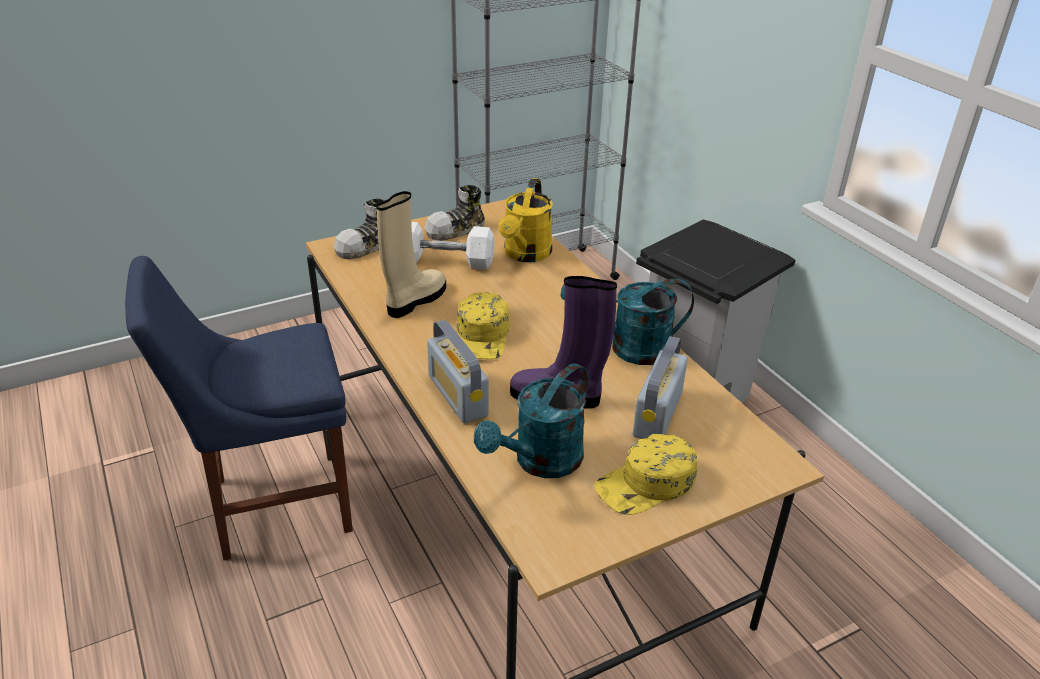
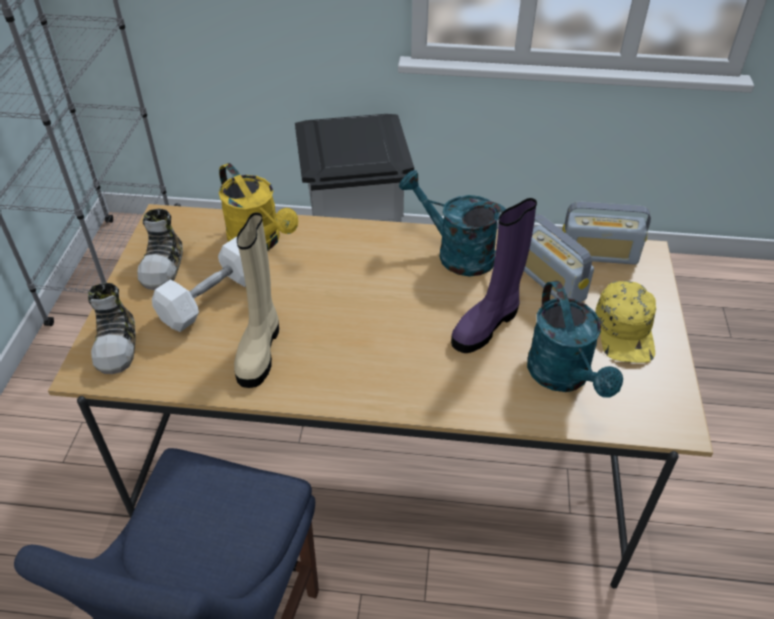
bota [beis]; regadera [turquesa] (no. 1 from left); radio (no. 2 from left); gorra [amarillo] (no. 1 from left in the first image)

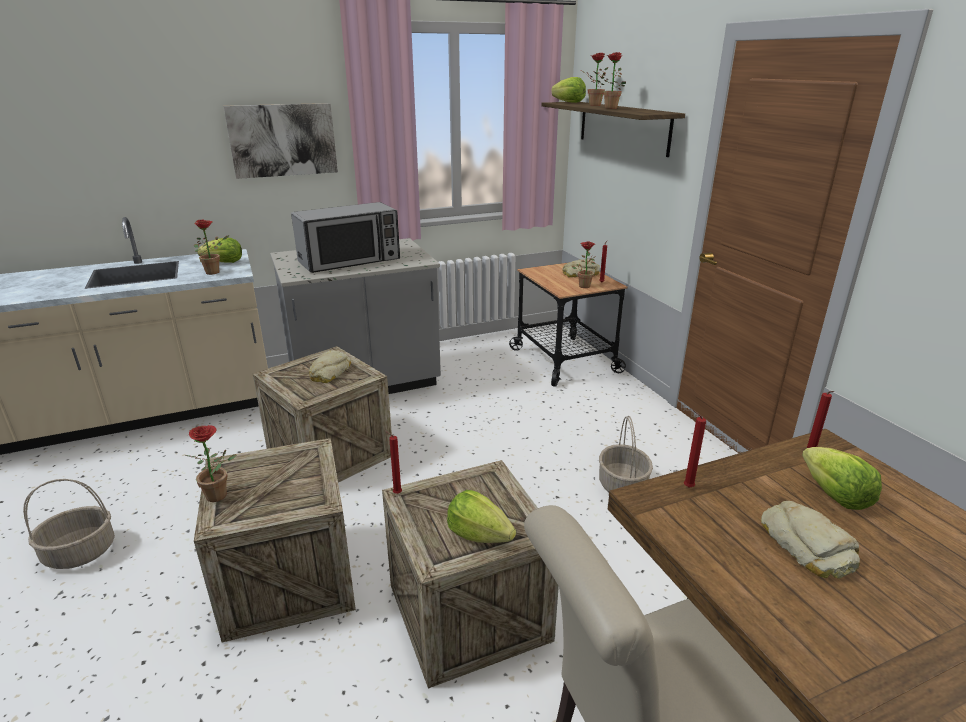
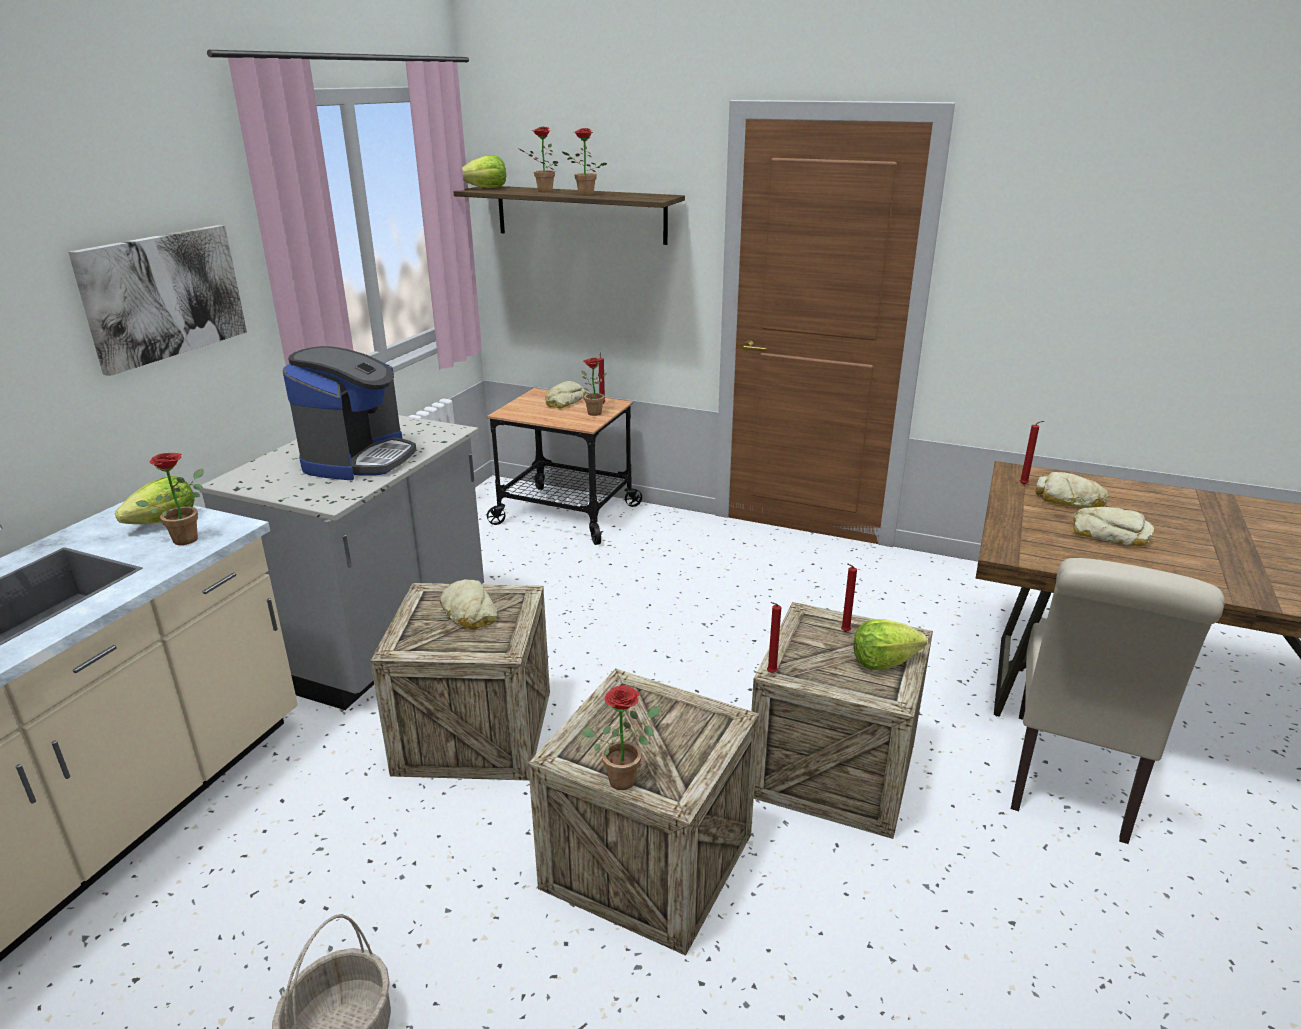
cafetera; vela [rojo] (no. 3 from left); pan (no. 3 from left); cesta (no. 2 from left in the first image)

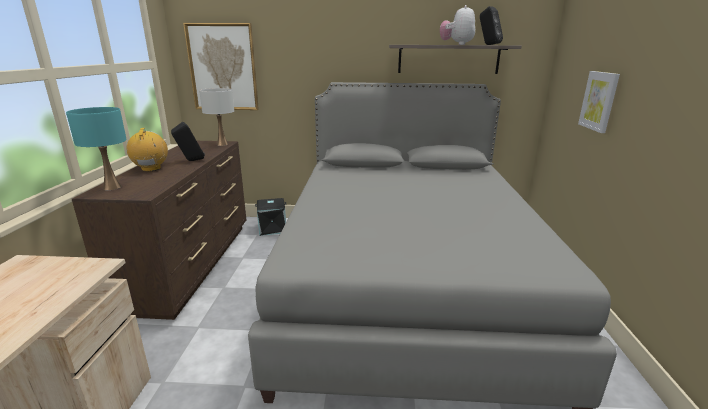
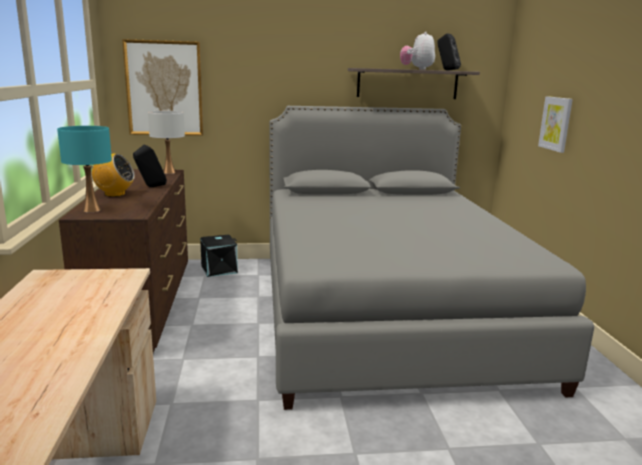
radio

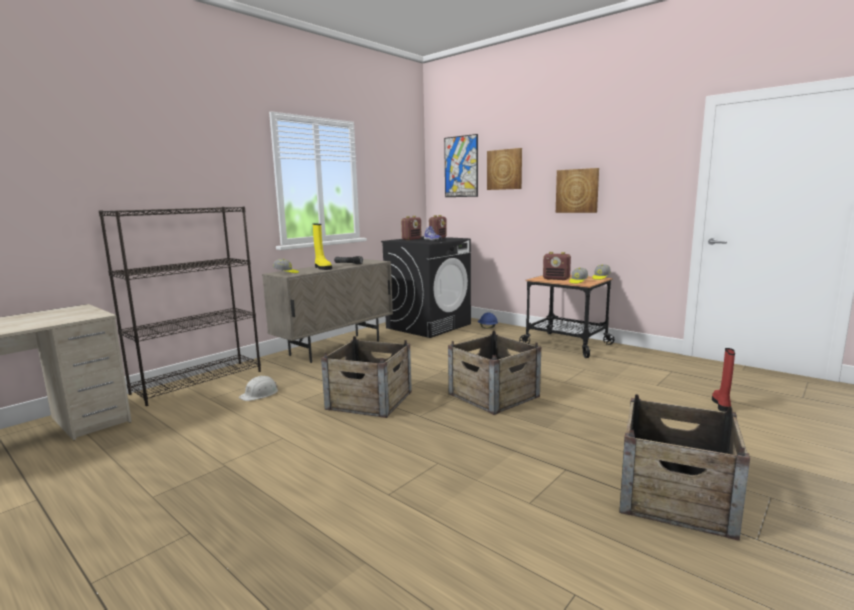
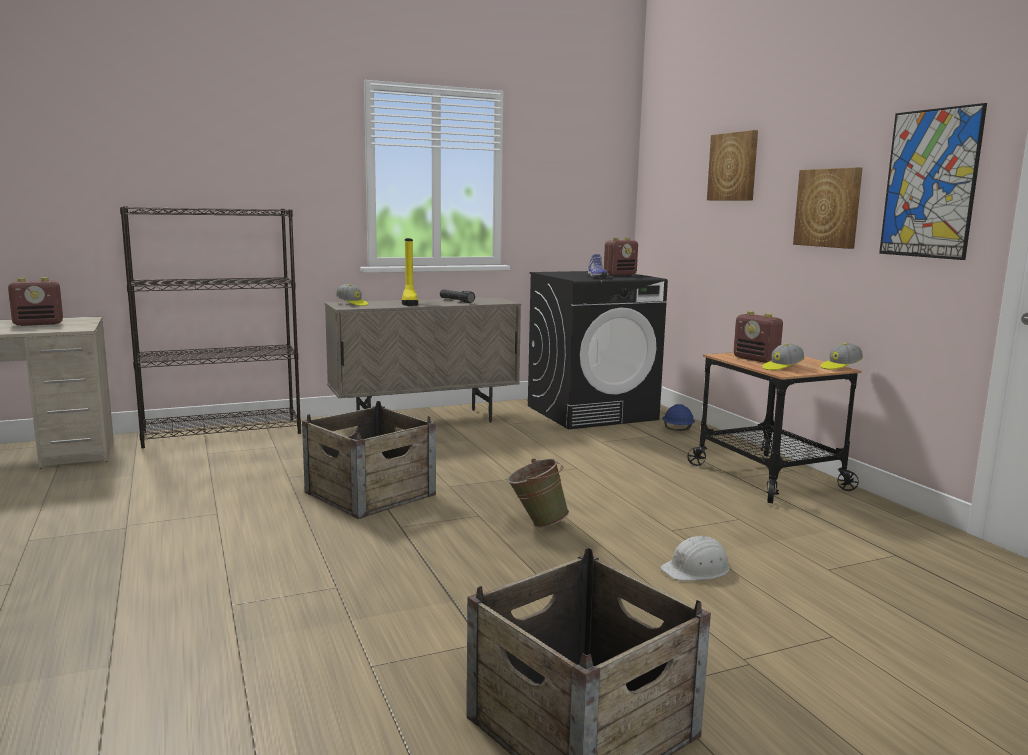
radio (no. 1 from left); cubo [verde]; casco [blanco]; cuadro (no. 3 from left); bota [rojo]

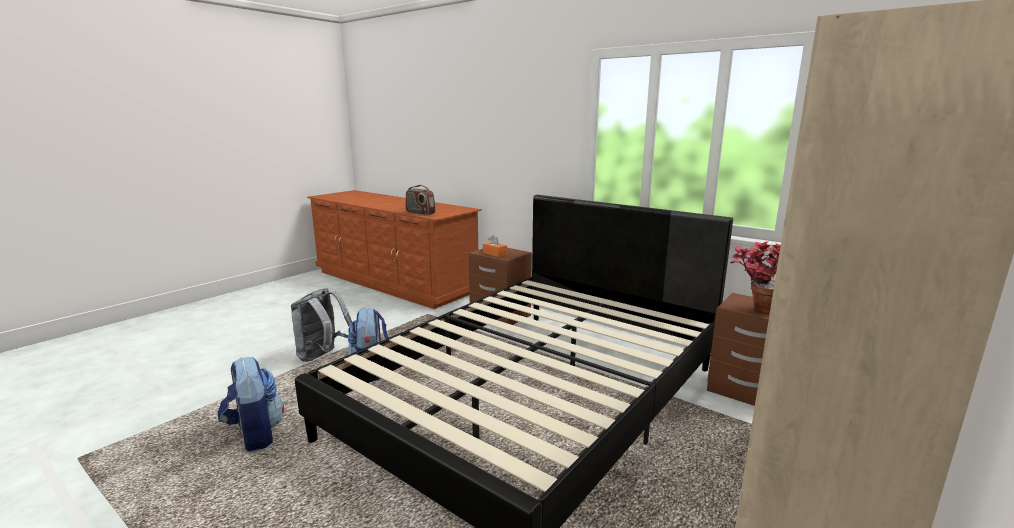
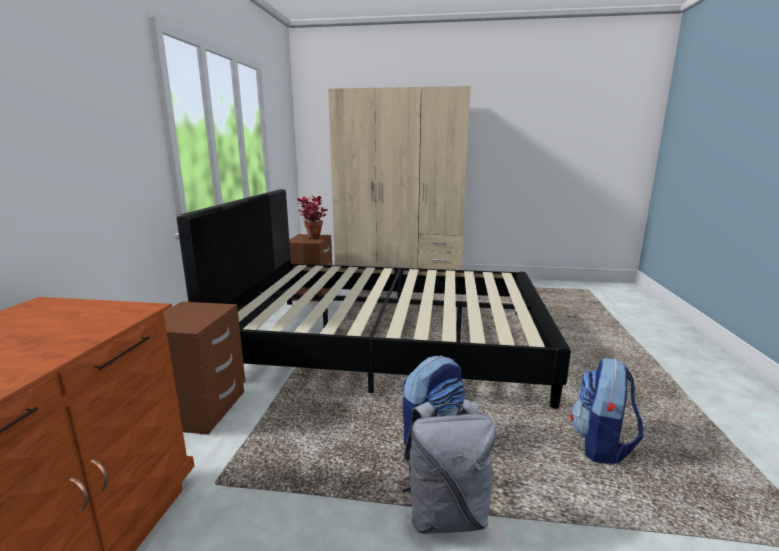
radio; caja de pañuelos [naranja]

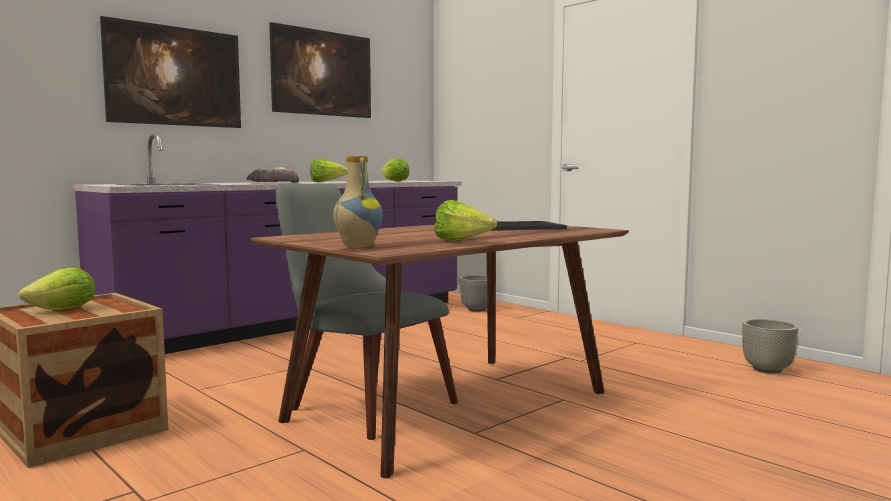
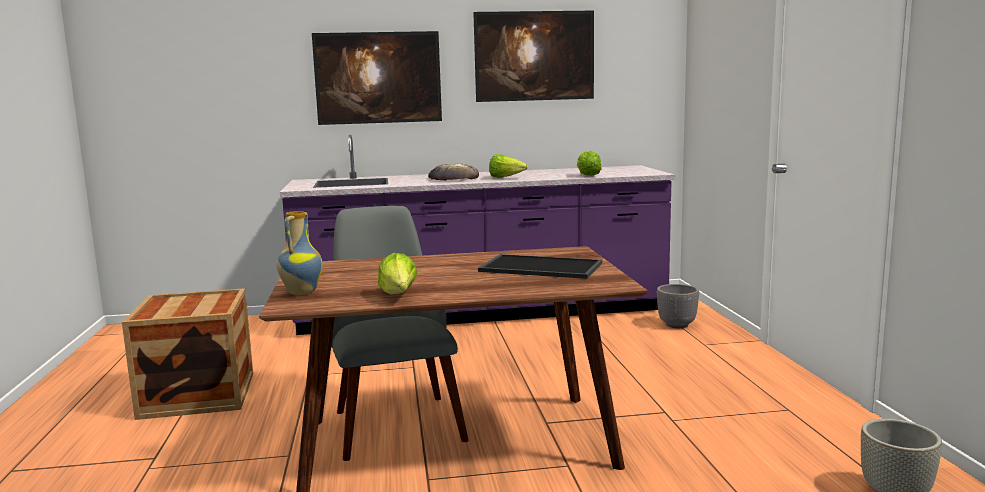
lechuga (no. 1 from left in the first image)

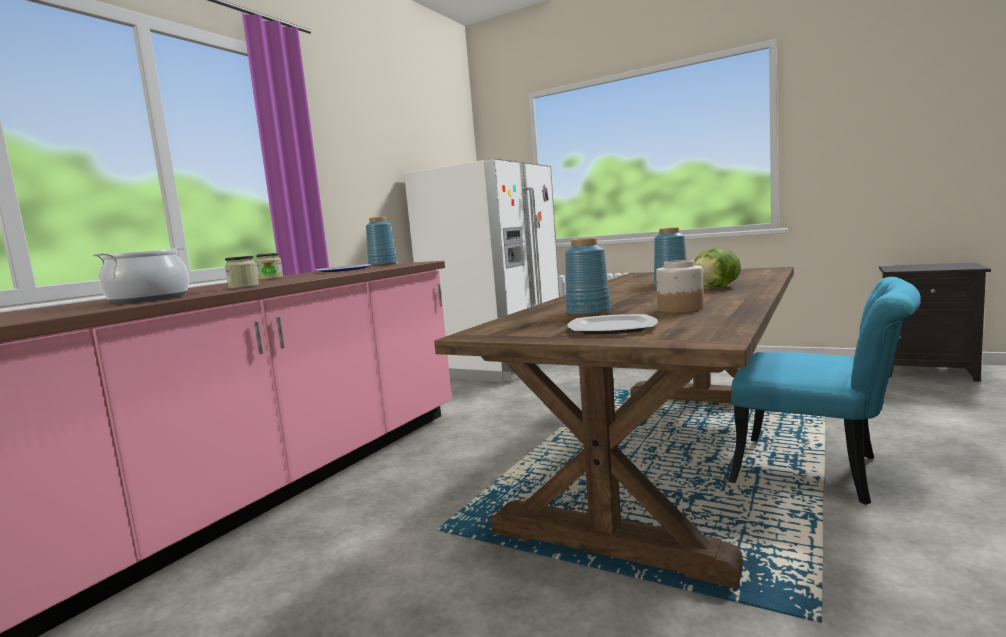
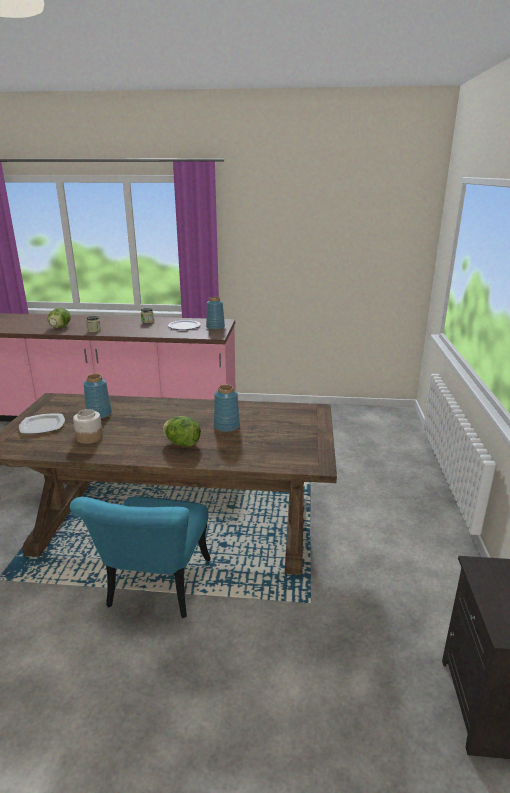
lechuga (no. 1 from left); nevera [blanco]

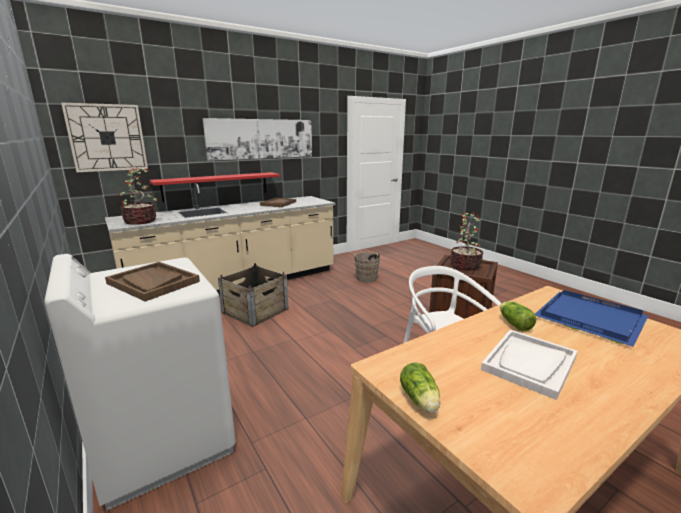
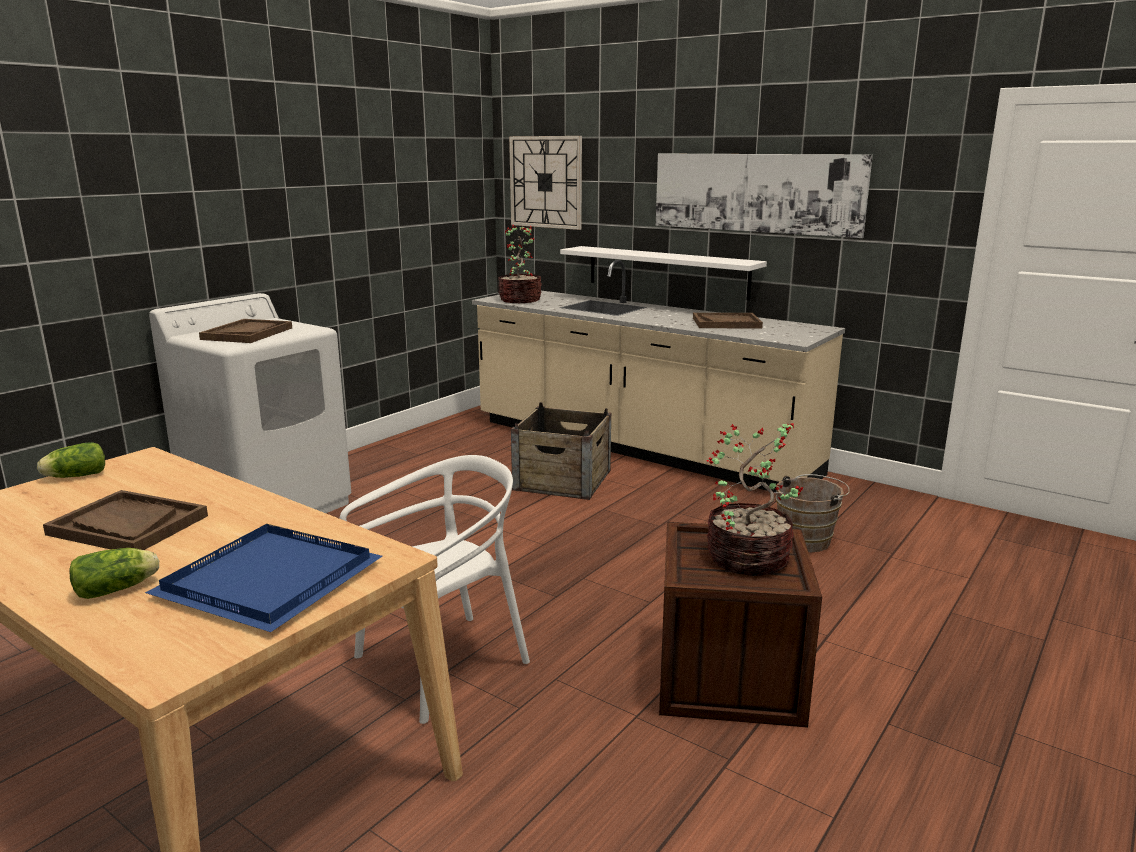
bandeja [marrón] (no. 1 from left); lechuga (no. 2 from left); estante [blanco]

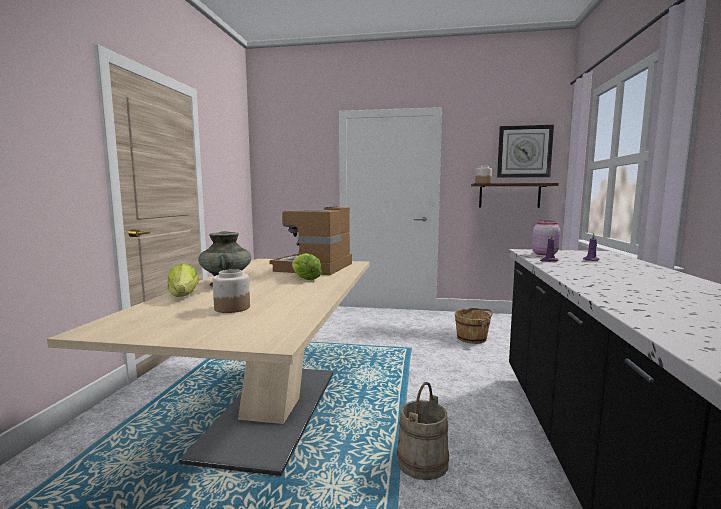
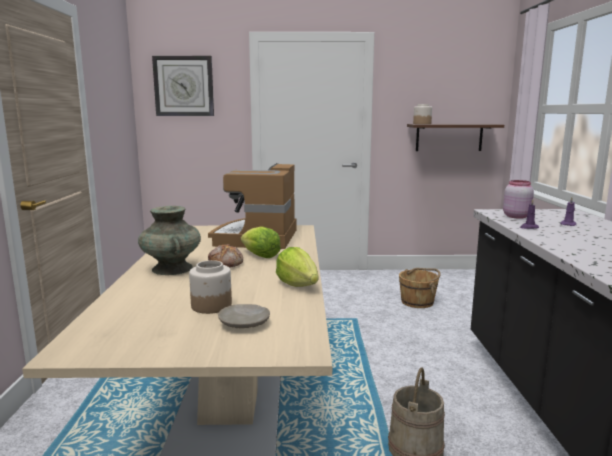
reloj de pared; pan; plato [beis]; lechuga (no. 2 from left)

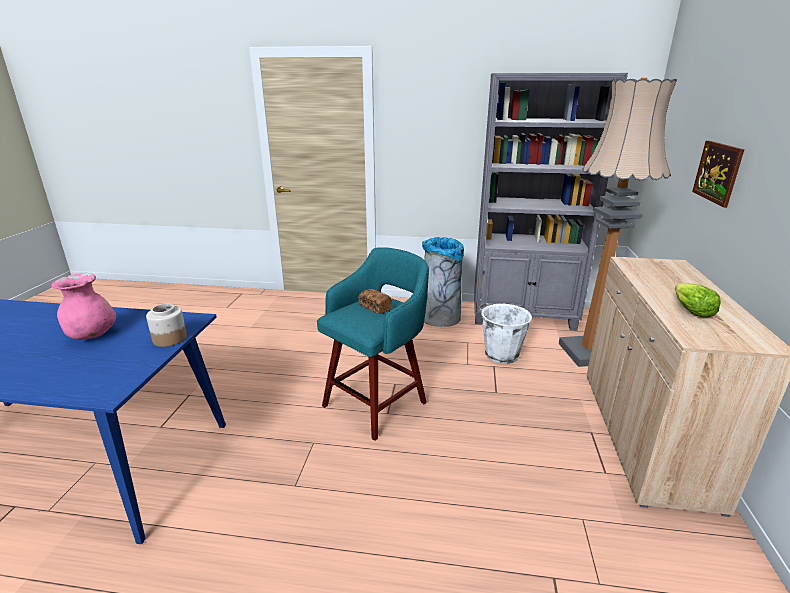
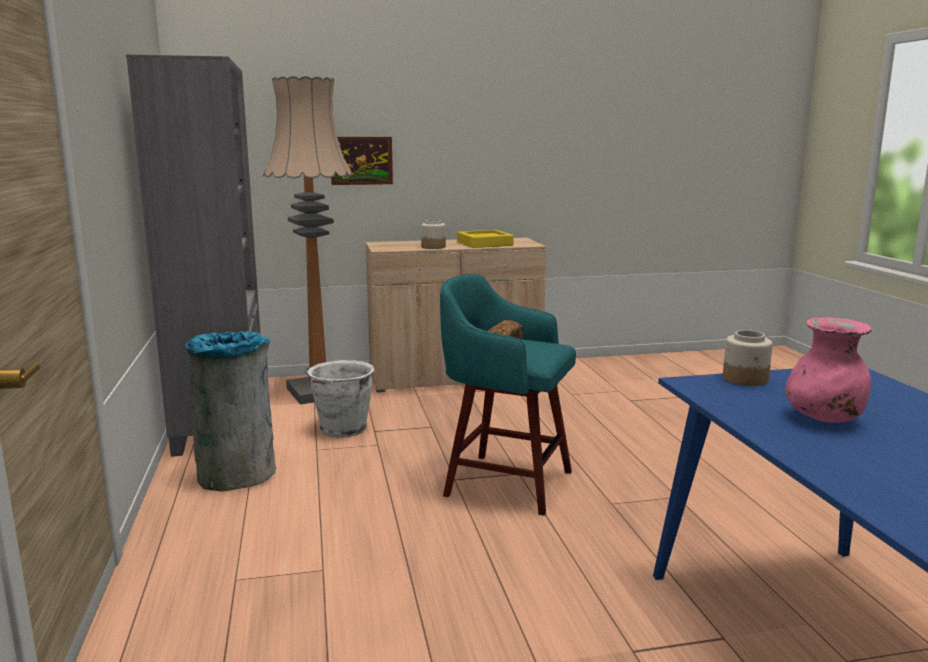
tarro (no. 1 from left); bandeja [amarillo]

